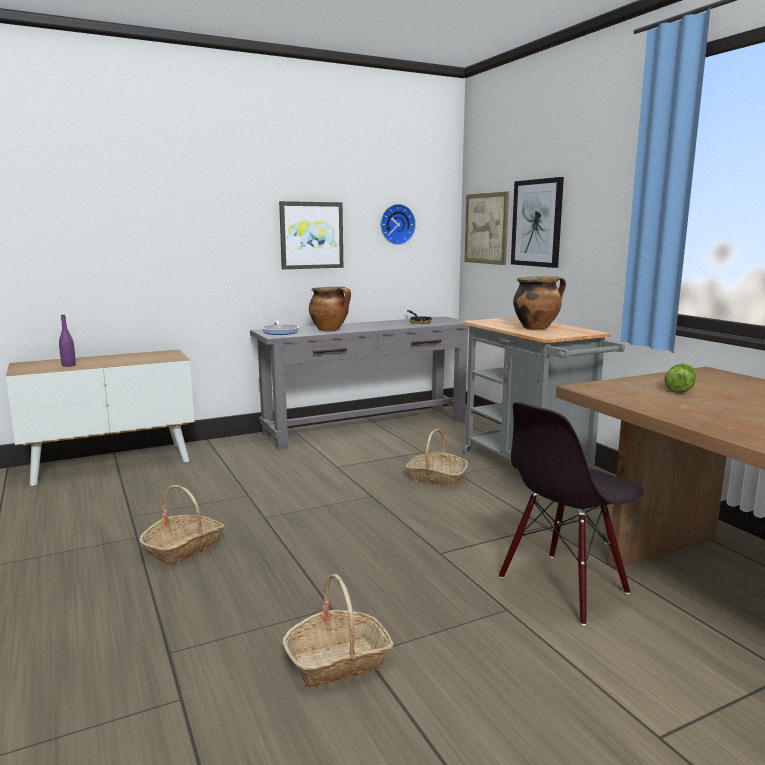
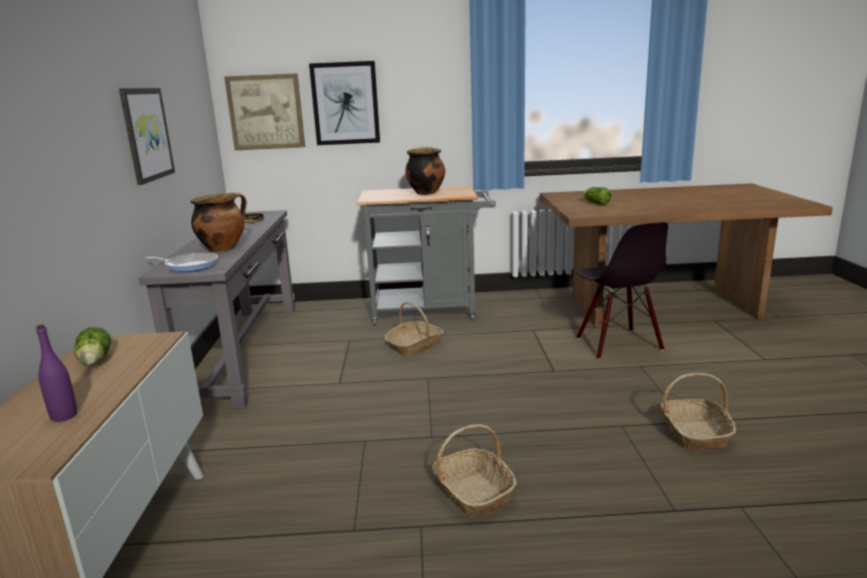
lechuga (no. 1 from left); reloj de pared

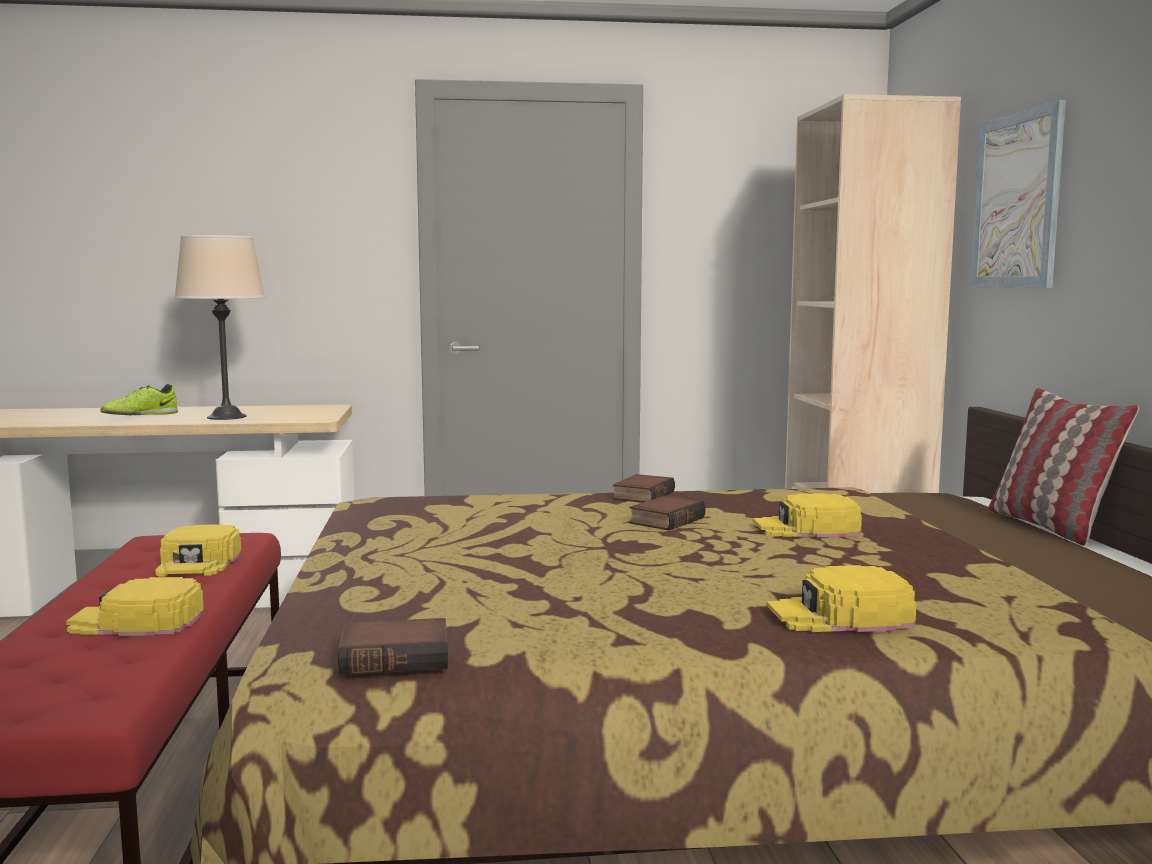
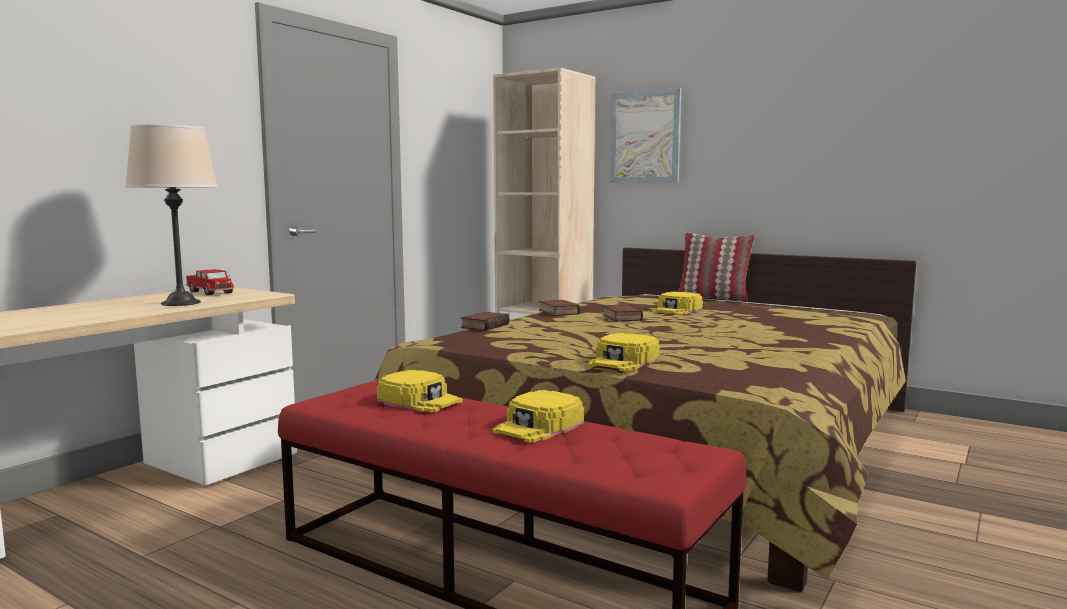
camión de juguete; libro (no. 1 from left); gorra [amarillo] (no. 3 from left); zapato

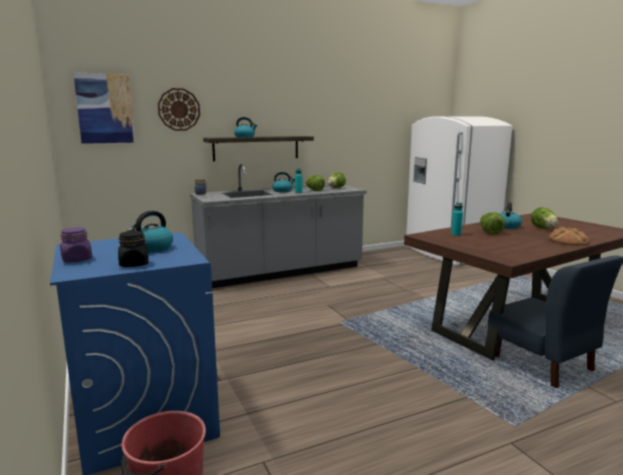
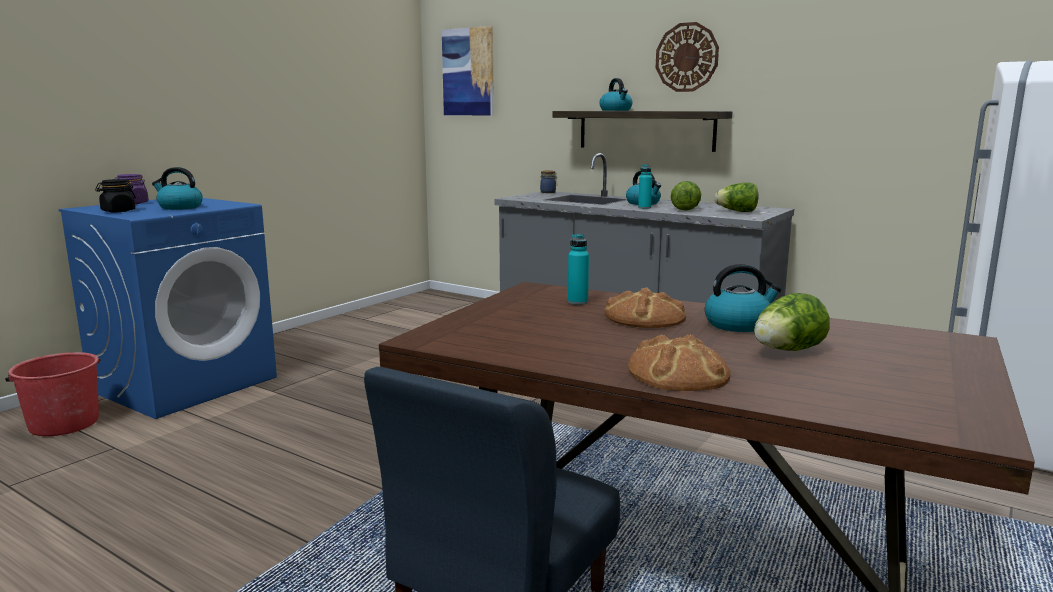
pan (no. 1 from left); reloj de pared

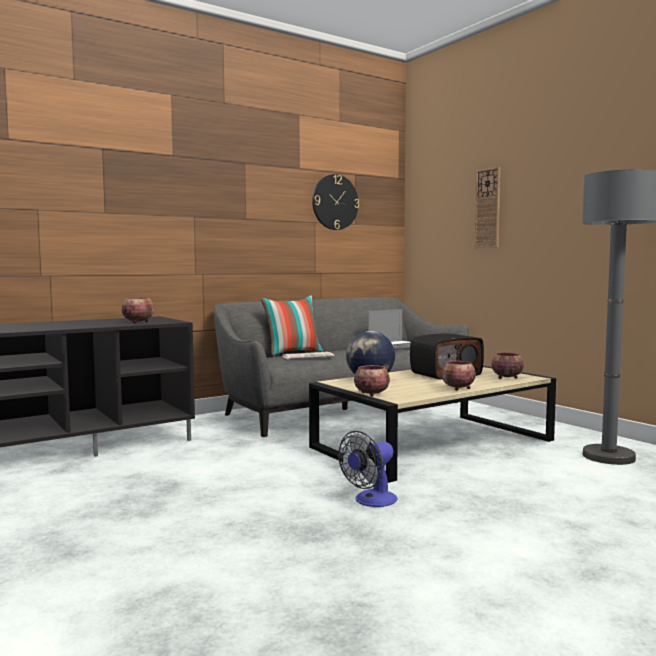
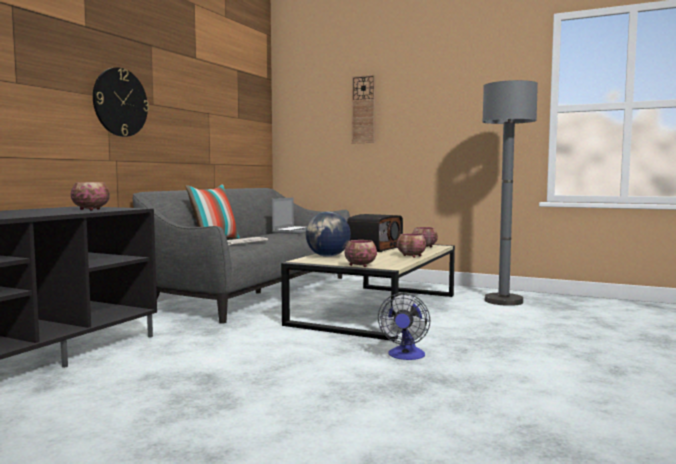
reloj de pared (no. 1 from left)

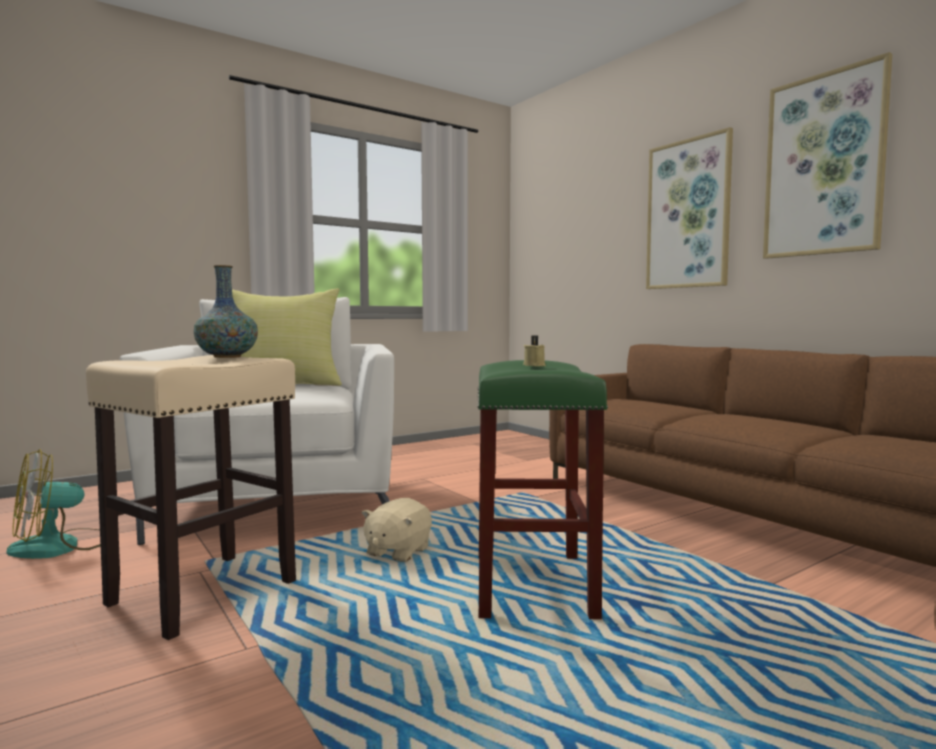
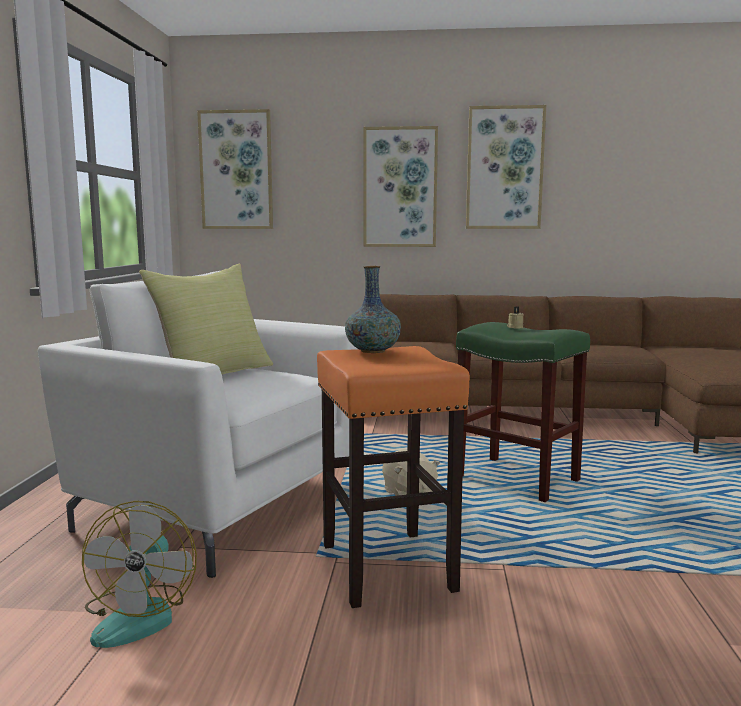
cuadro (no. 1 from left); taburete [naranja]

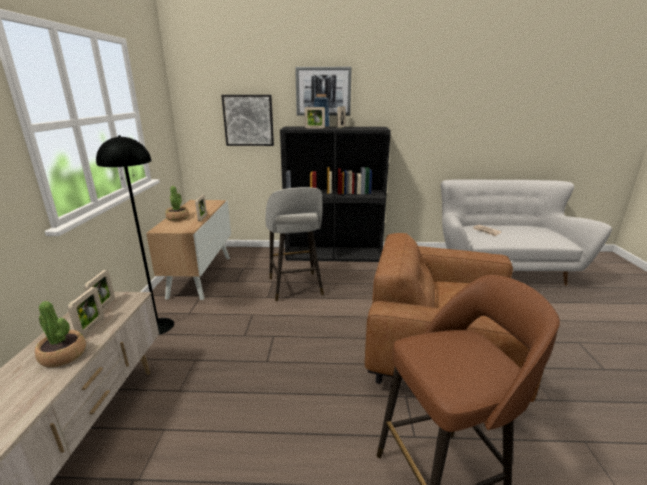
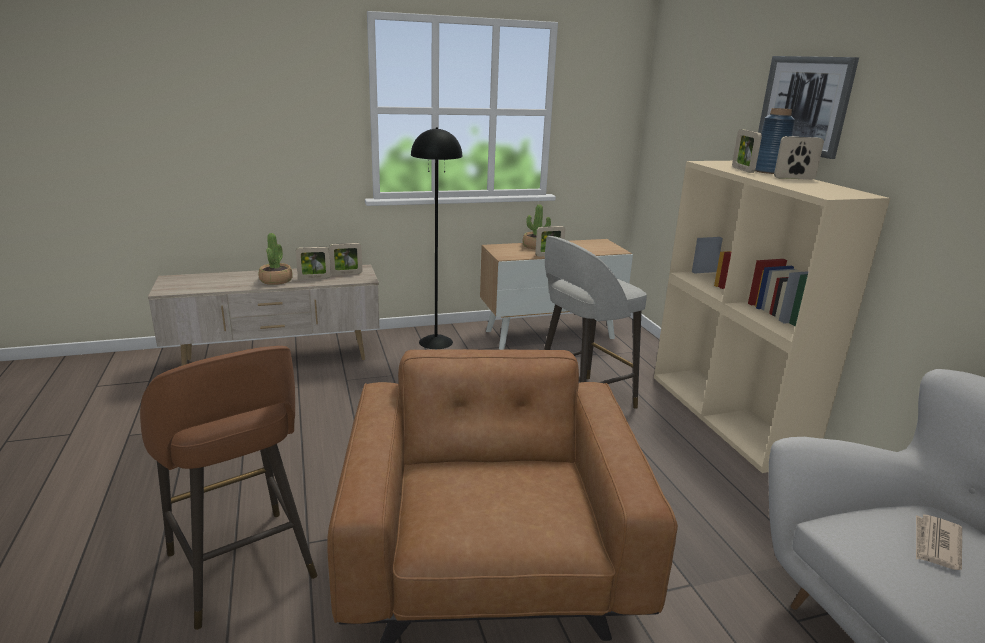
estantería [beis]; cuadro (no. 1 from left in the first image)

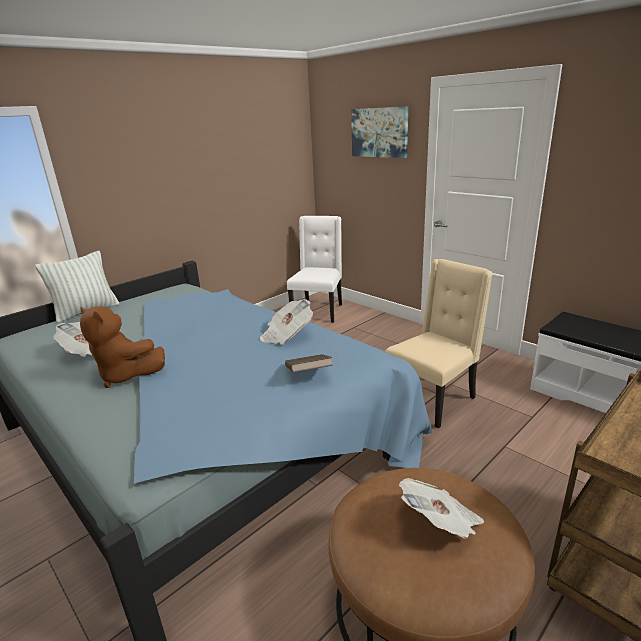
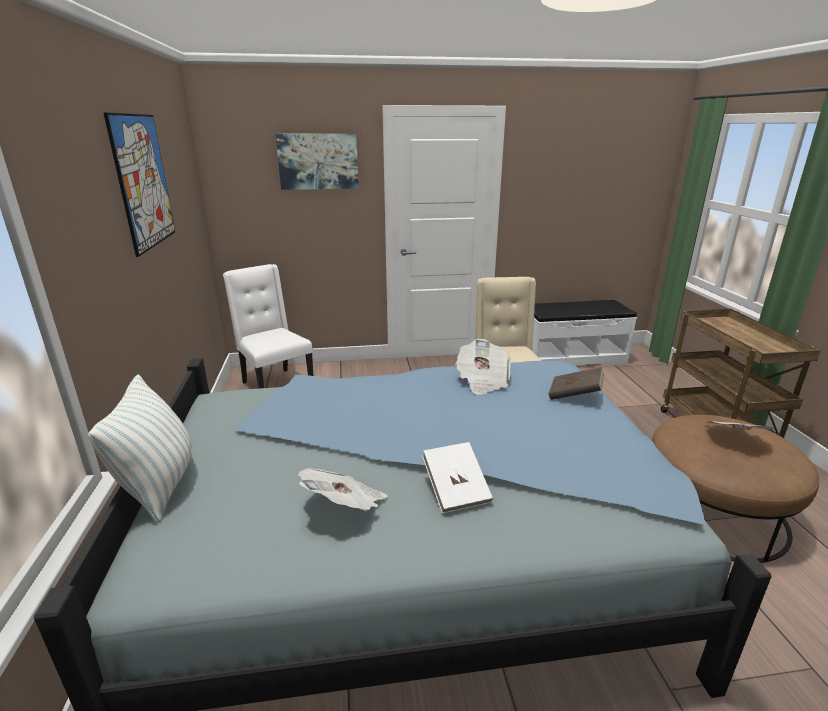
cuadro (no. 1 from left); libro [blanco]

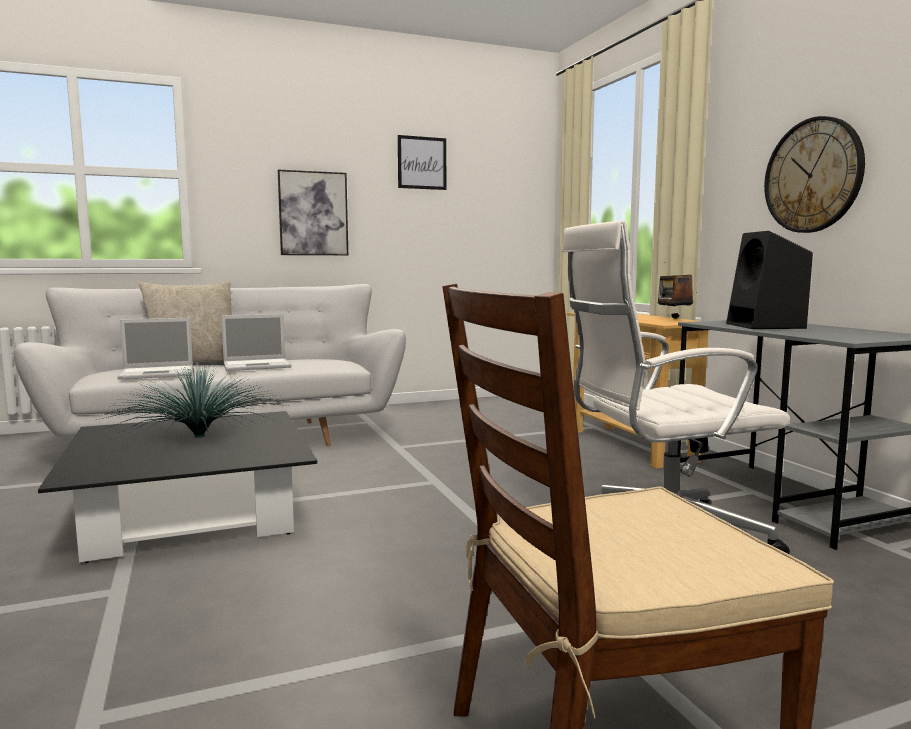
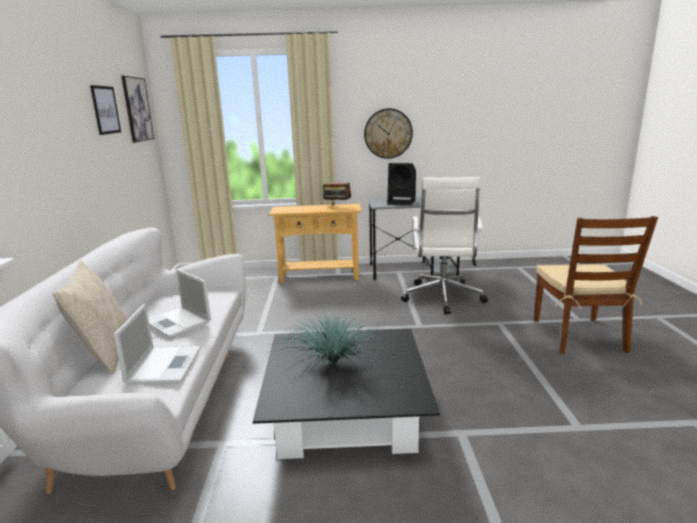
cuadro (no. 2 from left); portátil (no. 2 from left)

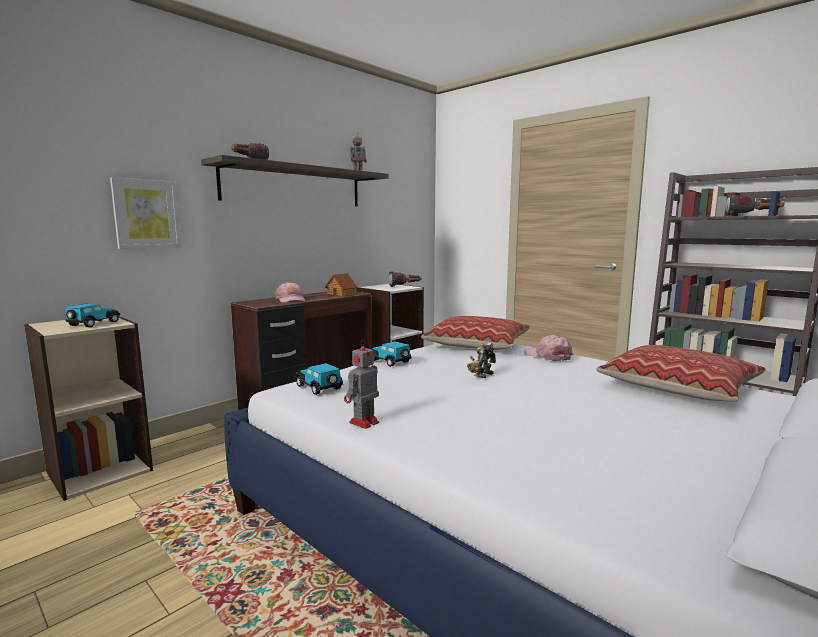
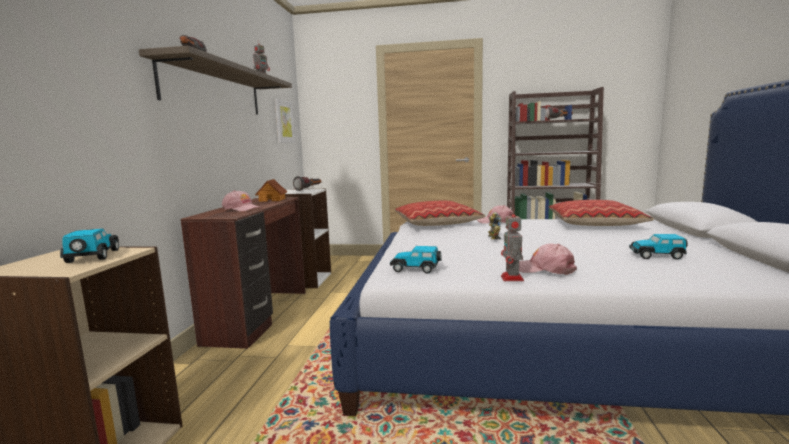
cuadro; gorra [rosa] (no. 3 from left); coche de juguete (no. 3 from left)

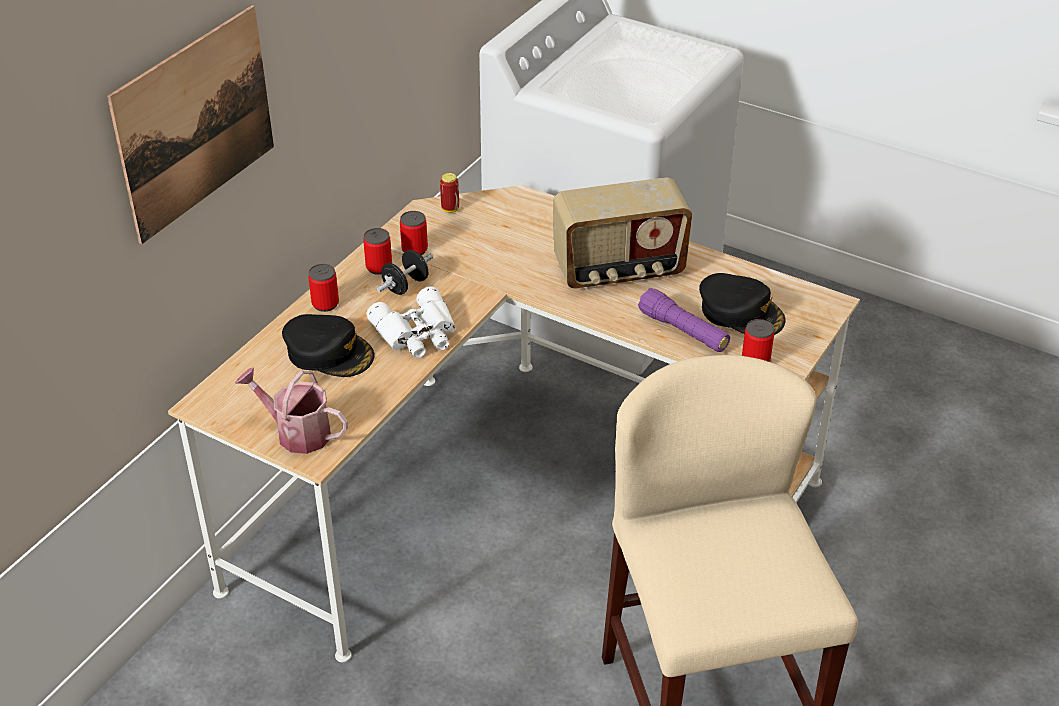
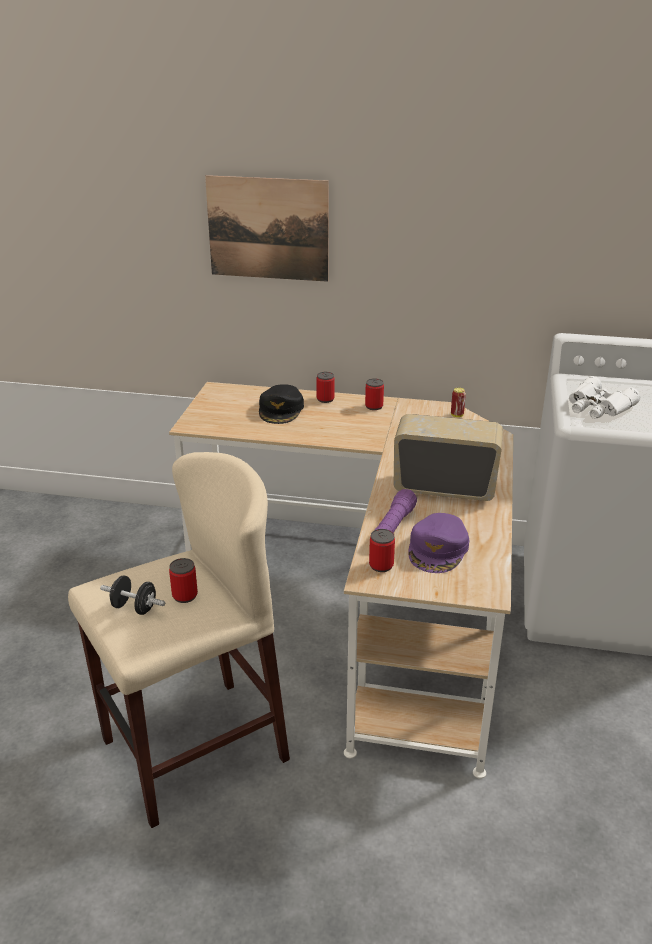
mancuerna [negro]; lata (no. 1 from left); radio; gorra [morado]; prismáticos [blanco]; regadera

